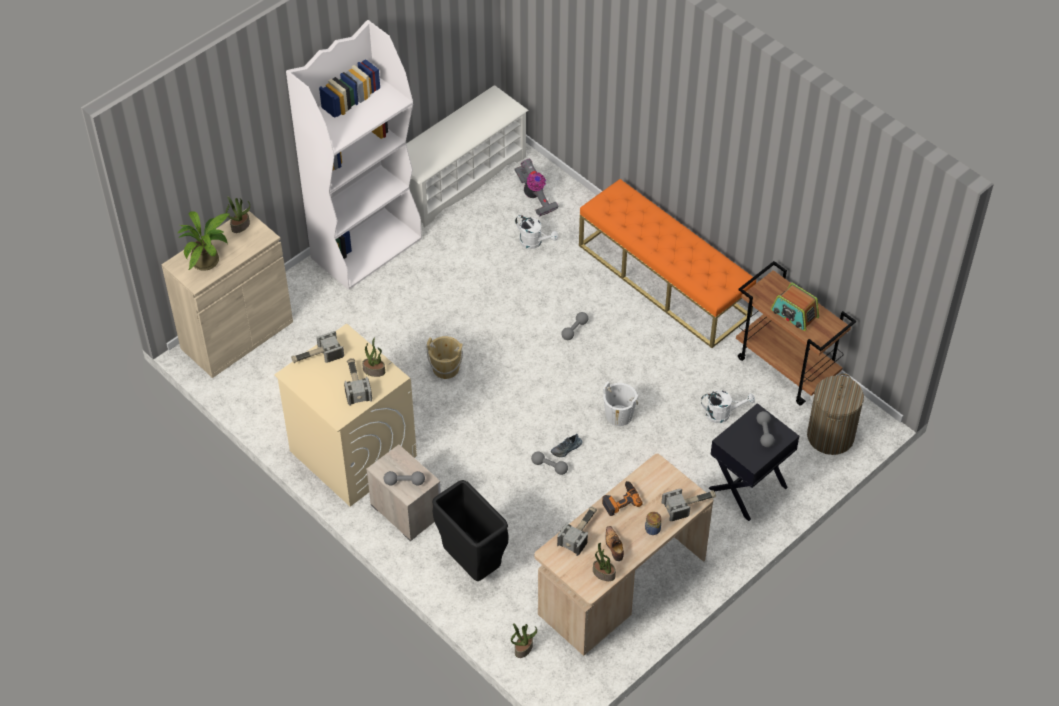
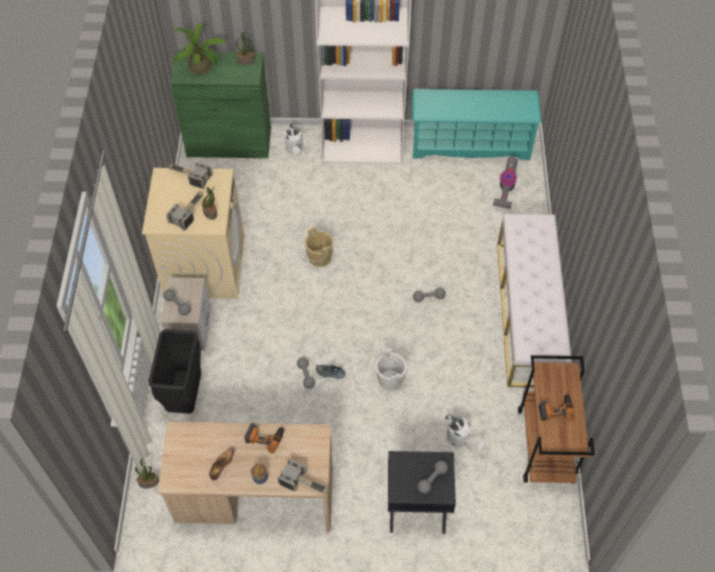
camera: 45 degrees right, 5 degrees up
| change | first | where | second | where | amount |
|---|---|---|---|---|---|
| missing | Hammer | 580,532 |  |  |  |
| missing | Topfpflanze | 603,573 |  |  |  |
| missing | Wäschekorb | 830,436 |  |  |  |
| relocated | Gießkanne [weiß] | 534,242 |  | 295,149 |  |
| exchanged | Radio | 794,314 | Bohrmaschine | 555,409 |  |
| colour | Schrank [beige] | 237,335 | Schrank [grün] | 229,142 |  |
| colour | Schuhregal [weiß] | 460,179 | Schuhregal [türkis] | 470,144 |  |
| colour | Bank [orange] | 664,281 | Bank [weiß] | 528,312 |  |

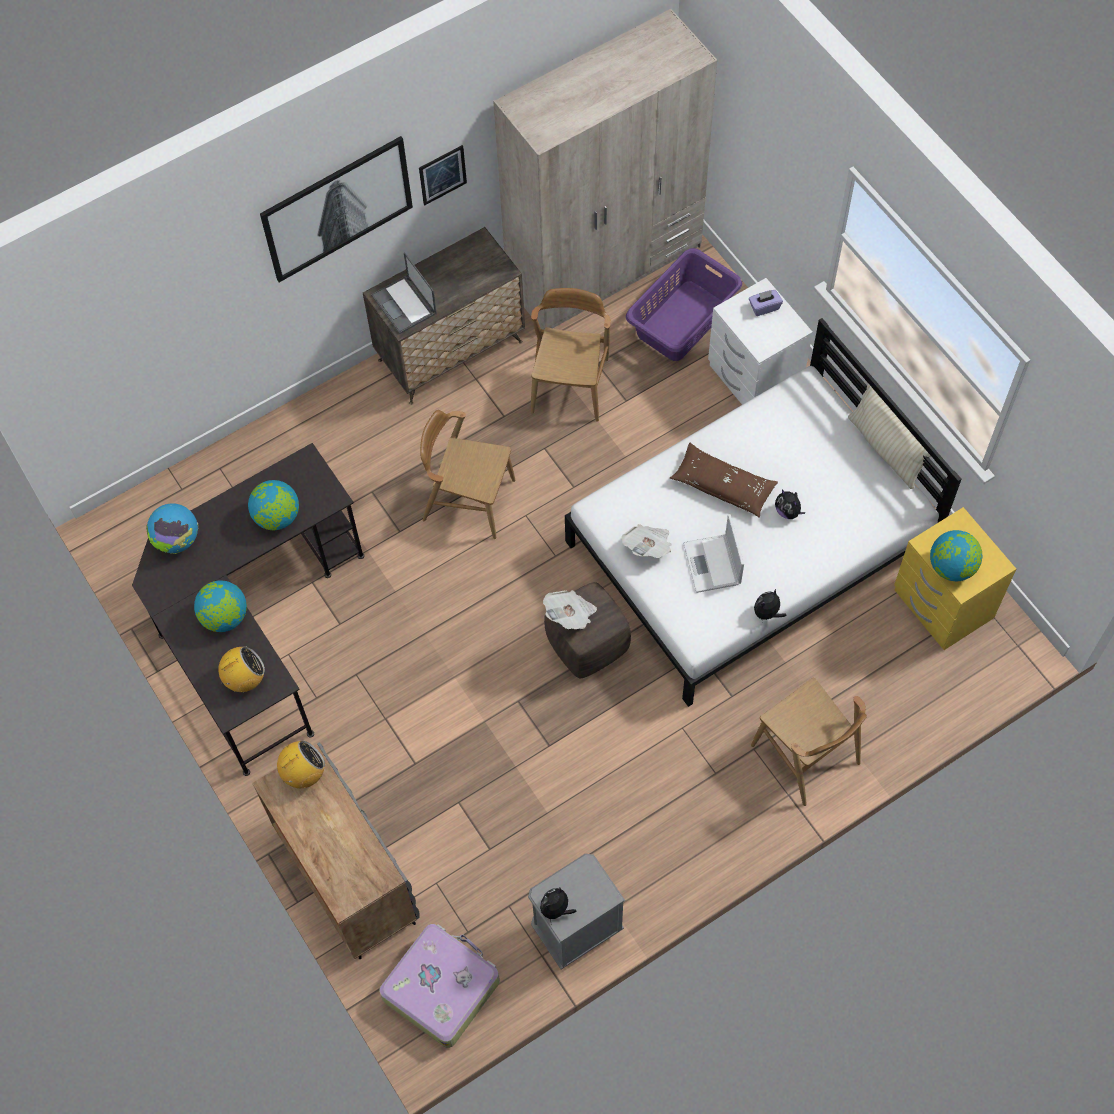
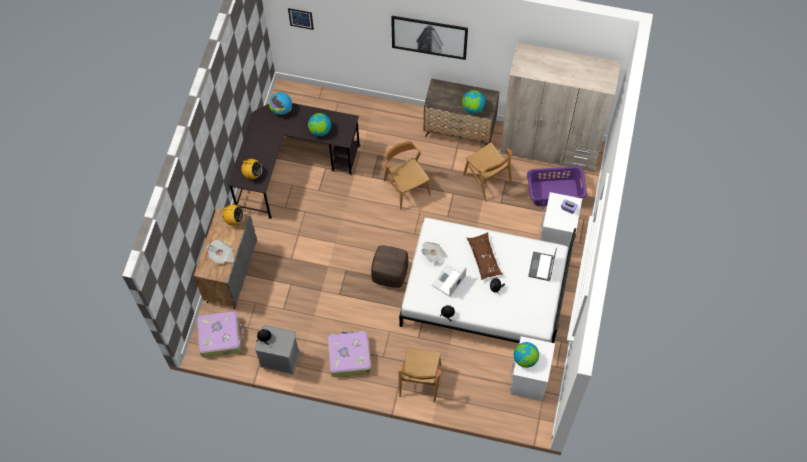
camera: 45 degrees right, 0 degrees up
| change | first | where | second | where | amount |
|---|---|---|---|---|---|
| missing | Kissen [beige] | 885,449 |  |  |  |
| appeared |  |  | Koffer | 349,356 |  |
| relocated | Globus | 224,617 |  | 473,108 |  |
| relocated | Laptop | 404,305 |  | 541,267 |  |
| relocated | Bild | 442,175 |  | 301,18 |  |
| relocated | Zeitung | 570,615 |  | 222,255 |  |
| colour | Nachttisch [gelb] | 942,605 | Nachttisch [weiß] | 528,378 |  |
| spun | Stuhl [braun] | 570,385 |  | 487,179 | 90 degrees clockwise |

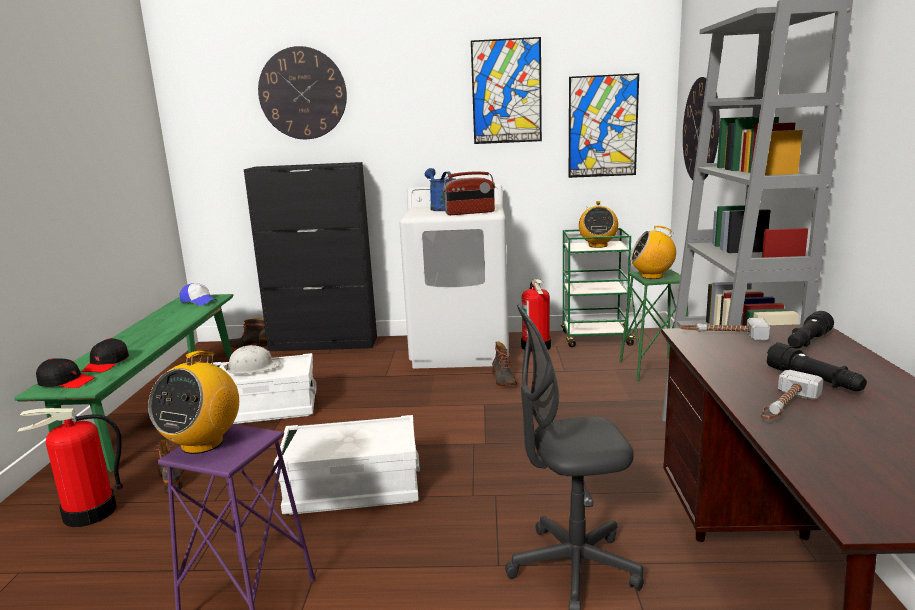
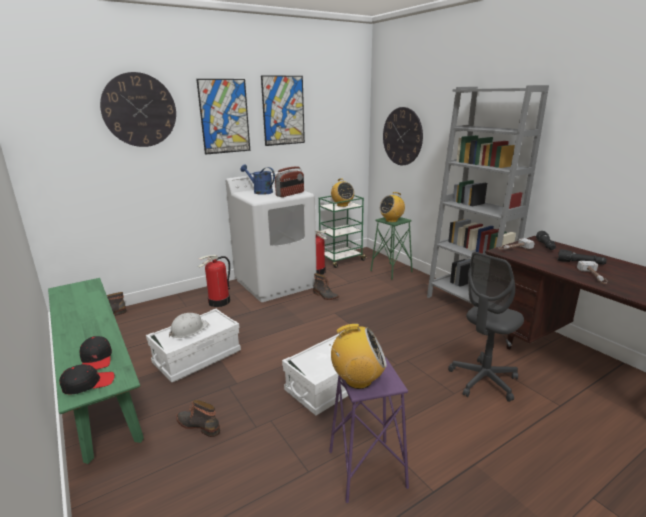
camera: 35 degrees left, 5 degrees up
| change | first | where | second | where | amount |
|---|---|---|---|---|---|
| missing | Kappe | 199,301 |  |  |  |
| missing | Schrank [schwarz] | 324,344 |  |  |  |
| relocated | Feuerlöscher | 89,513 |  | 219,302 |  |
| relocated | Bild | 602,126 |  | 224,116 |  |
| spun | Radio | 202,443 |  | 358,380 | 75 degrees counterclockwise |

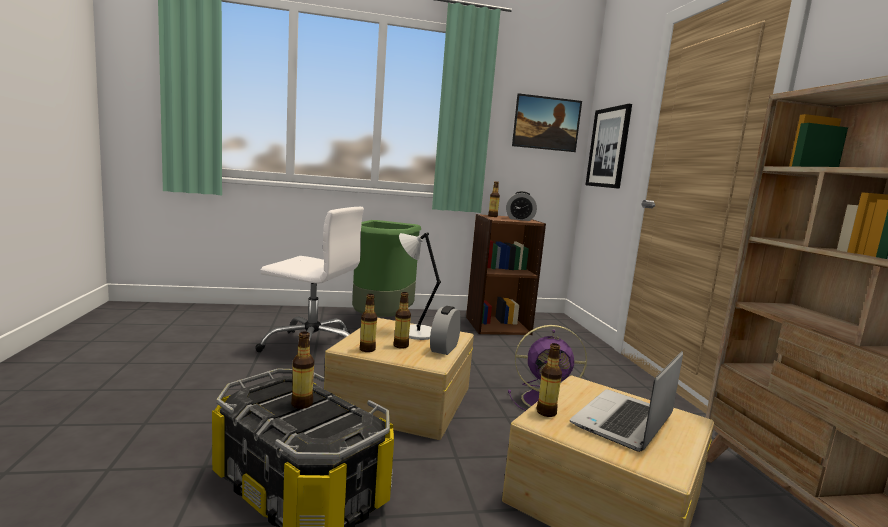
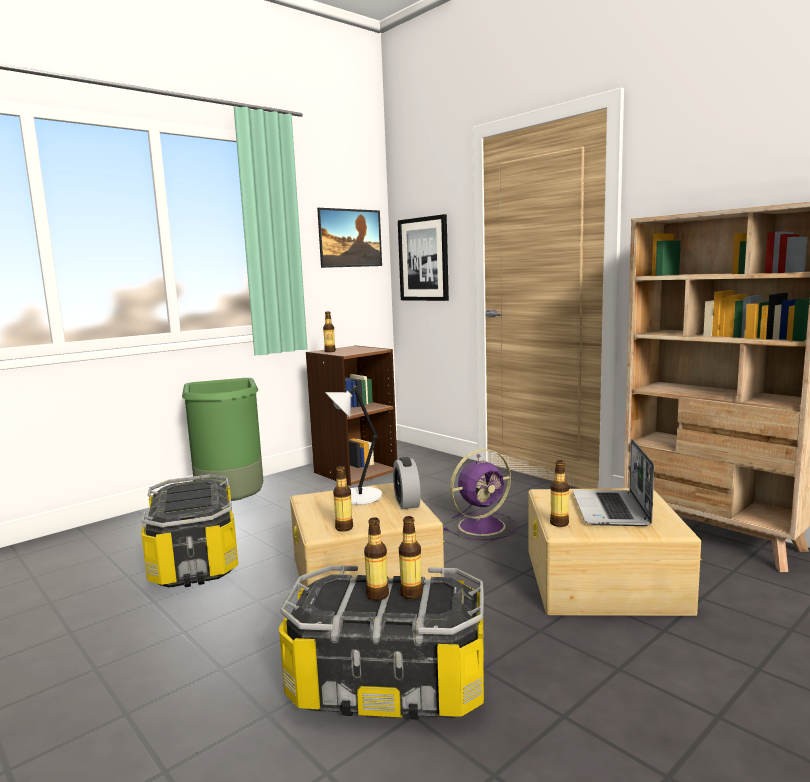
camera: 30 degrees left, 0 degrees up
| change | first | where | second | where | amount |
|---|---|---|---|---|---|
| missing | Wecker | 519,219 |  |  |  |
| relocated | Flasche | 401,346 |  | 411,594 |  |
| exchanged | Bürostuhl [weiß] | 312,347 | Aufbewahrungsbox | 196,559 |  |

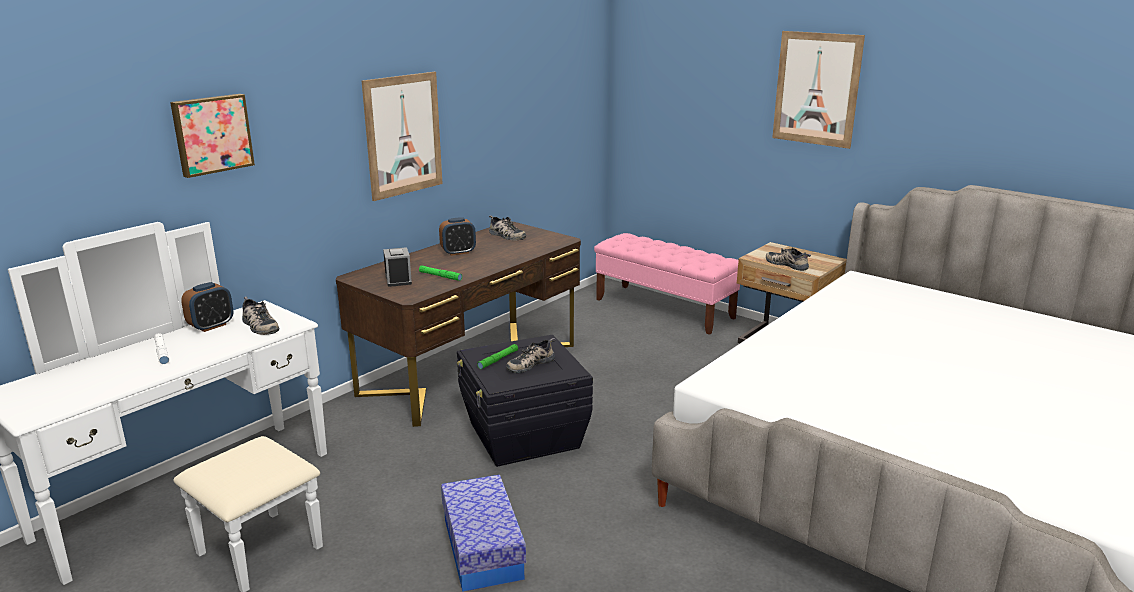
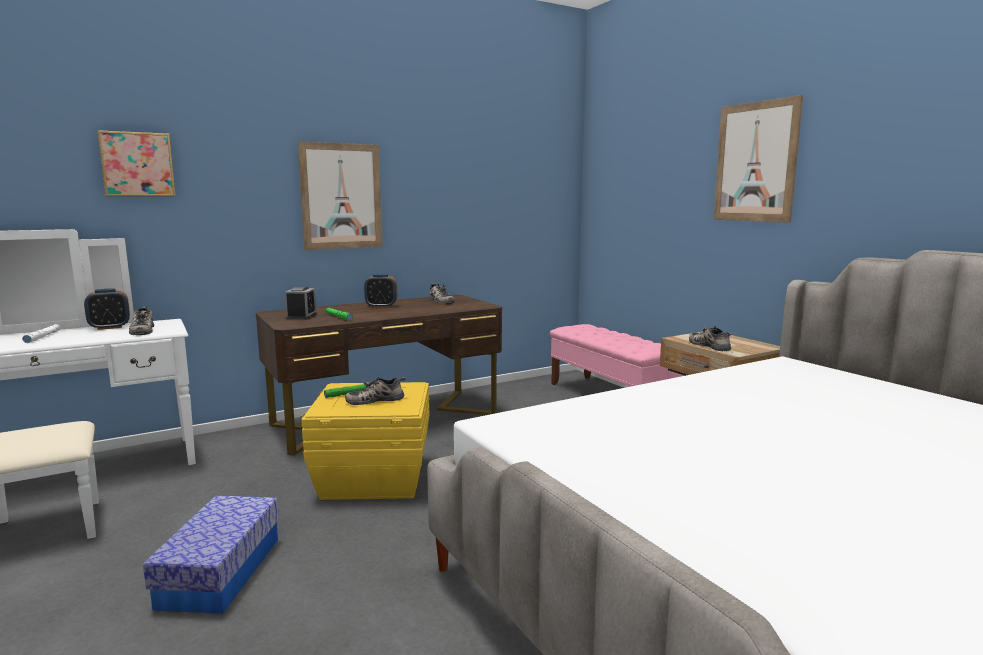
camera: 20 degrees right, 10 degrees down
| change | first | where | second | where | amount |
|---|---|---|---|---|---|
| colour | Aufbewahrungsbox [schwarz] | 523,436 | Aufbewahrungsbox [gelb] | 372,478 |  |

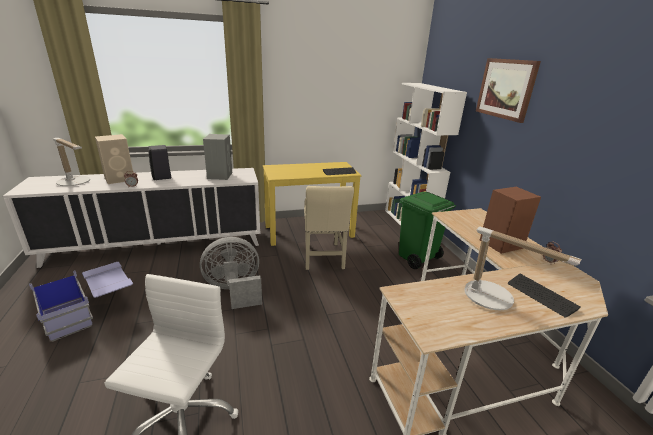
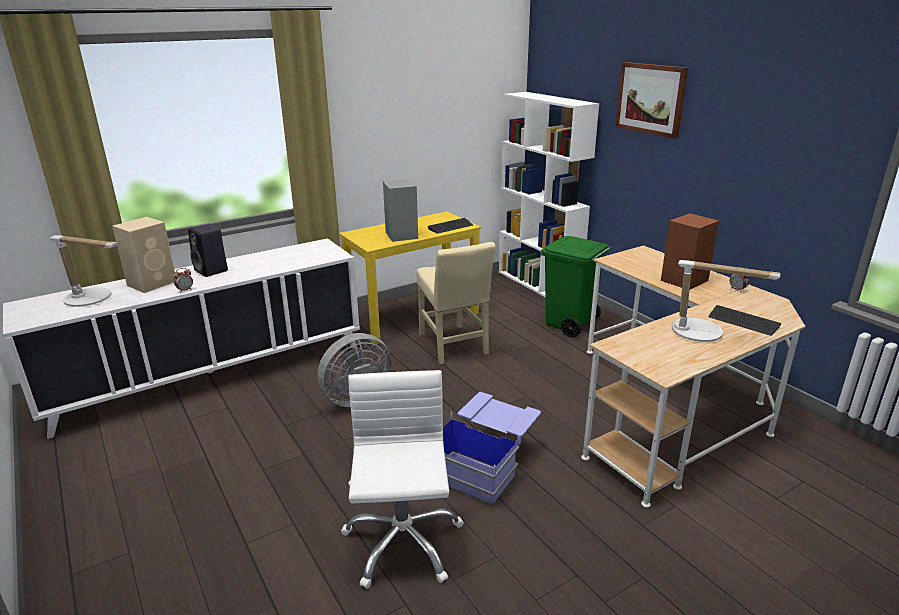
camera: 15 degrees left, 0 degrees up
| change | first | where | second | where | amount |
|---|---|---|---|---|---|
| relocated | Aufbewahrungsbox [blau] | 90,311 |  | 485,463 |  |
| relocated | Lautsprecher [grau] | 220,175 |  | 401,235 |  |

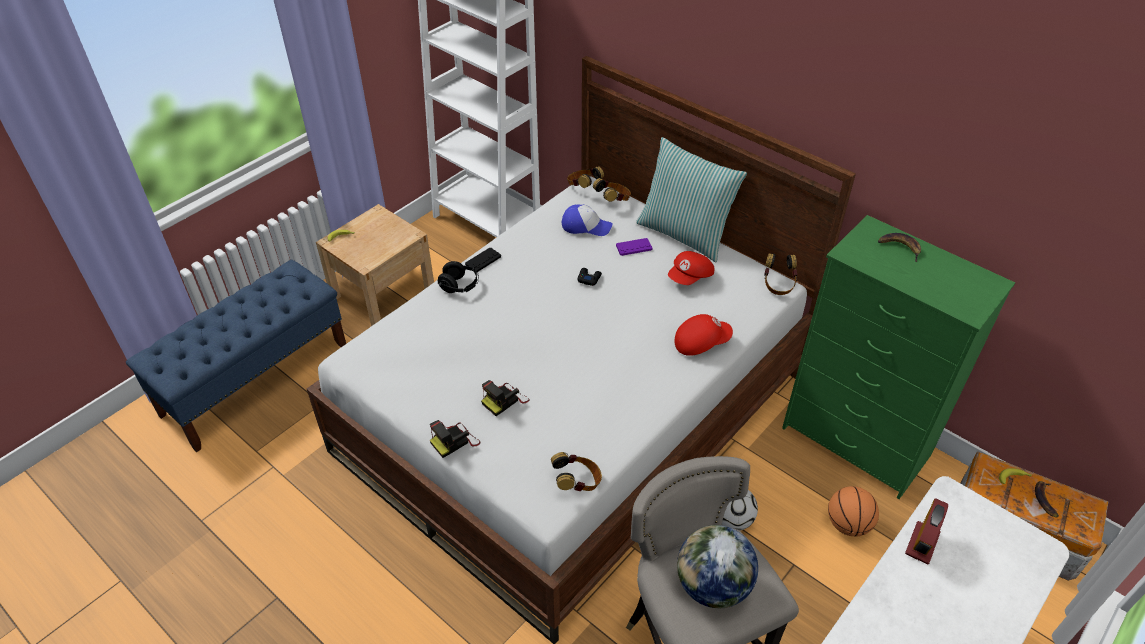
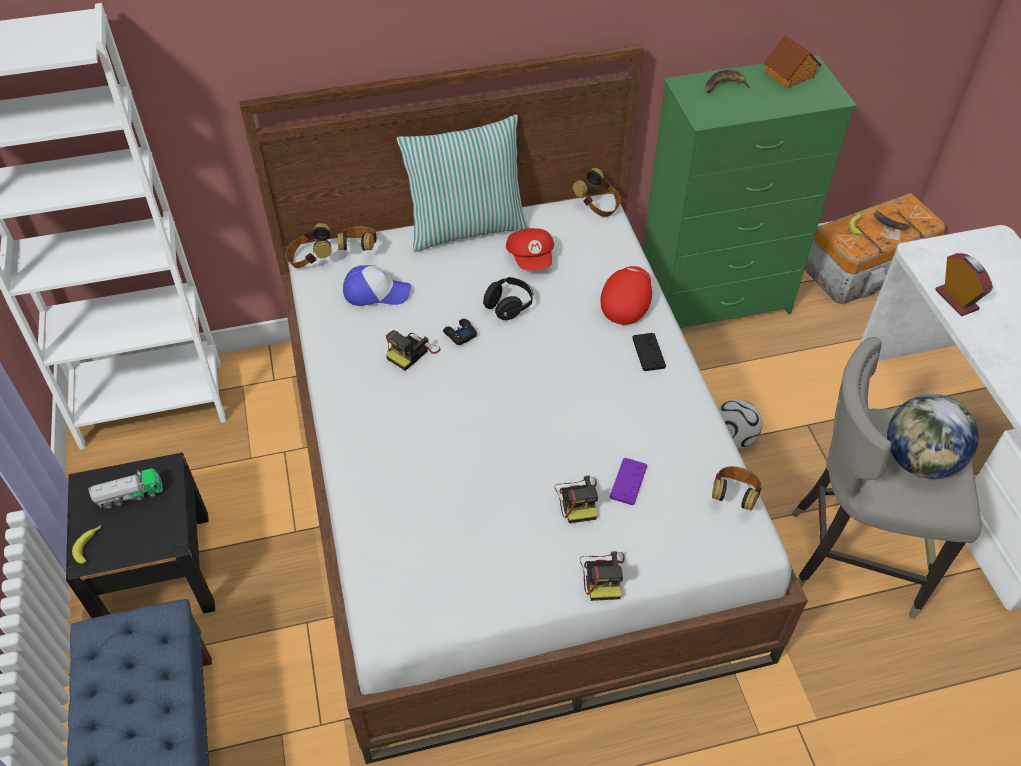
camera: 55 degrees left, 5 degrees up
| change | first | where | second | where | amount |
|---|---|---|---|---|---|
| missing | Basketball | 847,524 |  |  |  |
| appeared |  |  | Spielzeuglaster | 129,495 |  |
| appeared |  |  | Kamera | 412,352 |  |
| appeared |  |  | Spielzeughaus | 789,75 |  |
| relocated | Kopfhörer [schwarz] | 459,286 |  | 508,306 |  |
| relocated | Gamepad [schwarz] | 483,260 |  | 648,352 |  |
| relocated | Gamepad [lila] | 634,247 |  | 628,482 |  |
| colour | Nachttisch [beige] | 383,293 | Nachttisch [schwarz] | 157,571 |  |
| spun | Kappe | 586,226 |  | 376,292 | 45 degrees clockwise |

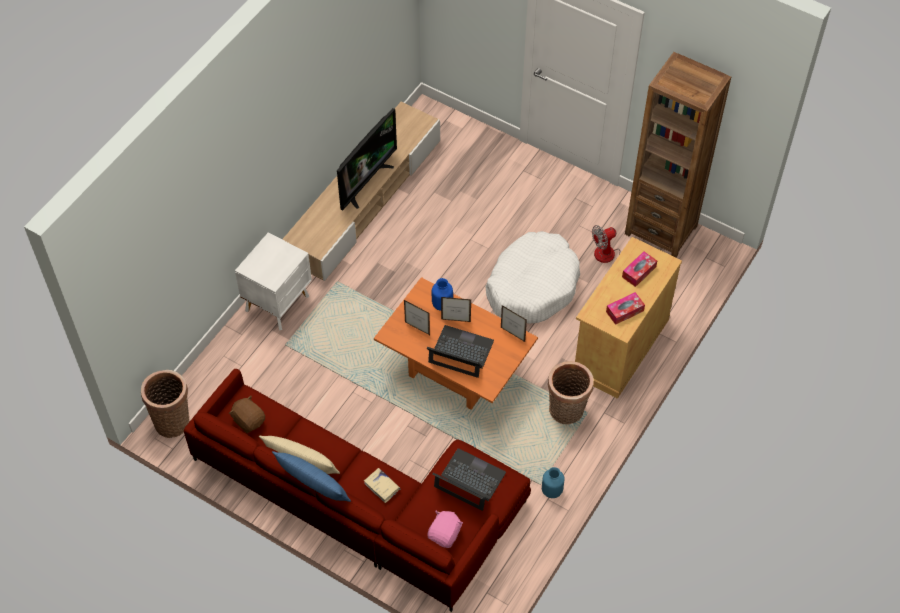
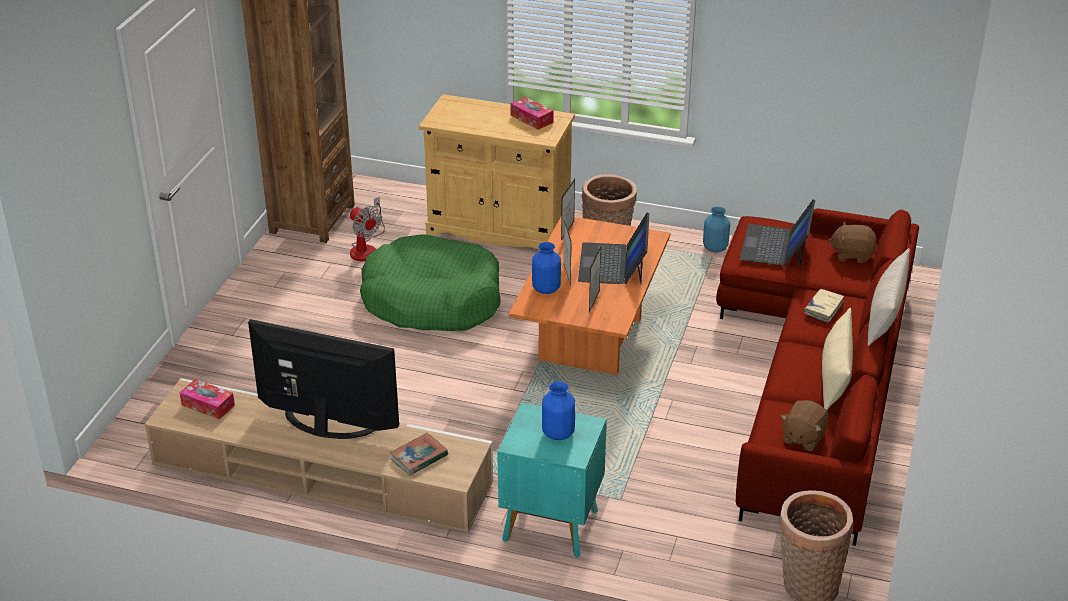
camera: 105 degrees left, 20 degrees down
| change | first | where | second | where | amount |
|---|---|---|---|---|---|
| appeared |  |  | Buch | 419,457 |  |
| appeared |  |  | Vase [blau] | 558,433 |  |
| relocated | Taschentuchbox | 639,272 |  | 208,405 |  |
| colour | Nachttisch [weiß] | 278,303 | Nachttisch [türkis] | 549,523 |  |
| colour | Kissen [blau] | 313,485 | Kissen [beige] | 885,316 |  |
| colour | Plüschtier [rosa] | 445,535 | Plüschtier [braun] | 852,254 |  |
| colour | Hundebett [weiß] | 532,286 | Hundebett [grün] | 432,300 |  |

